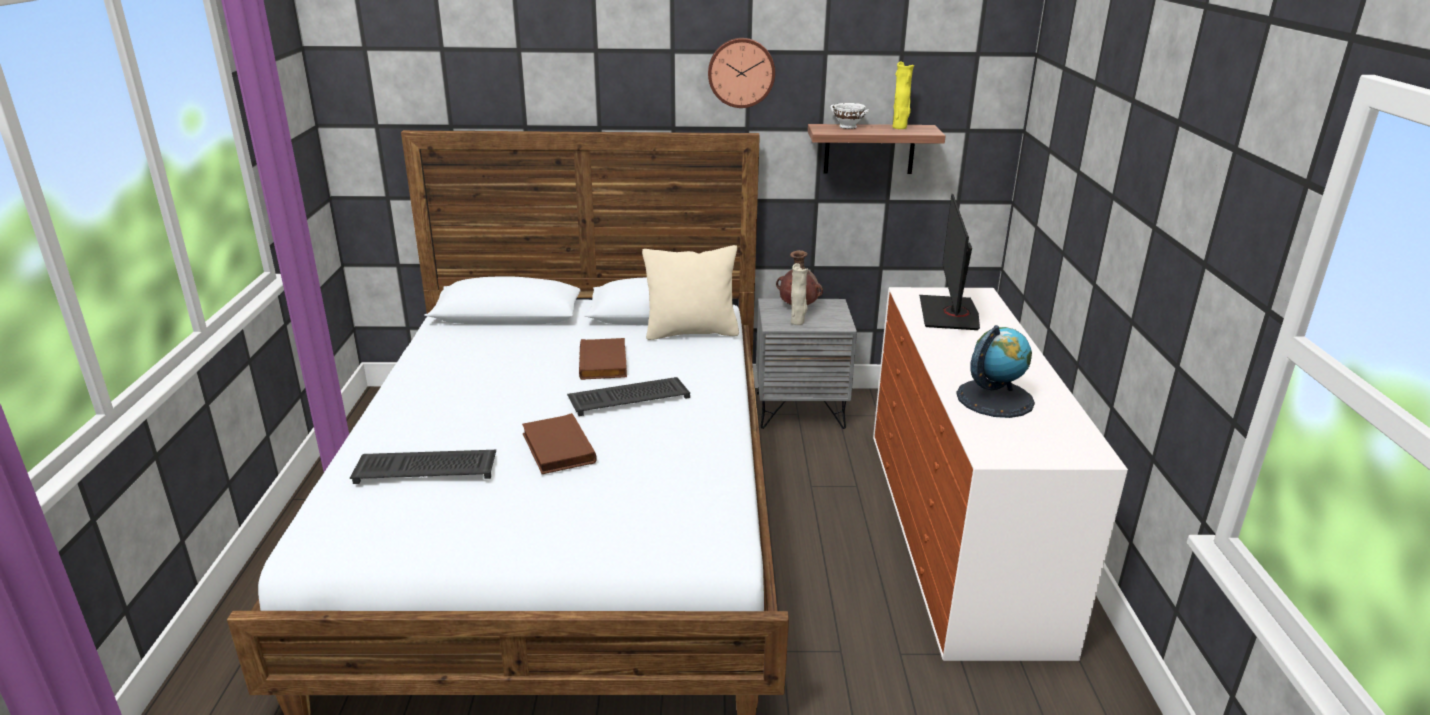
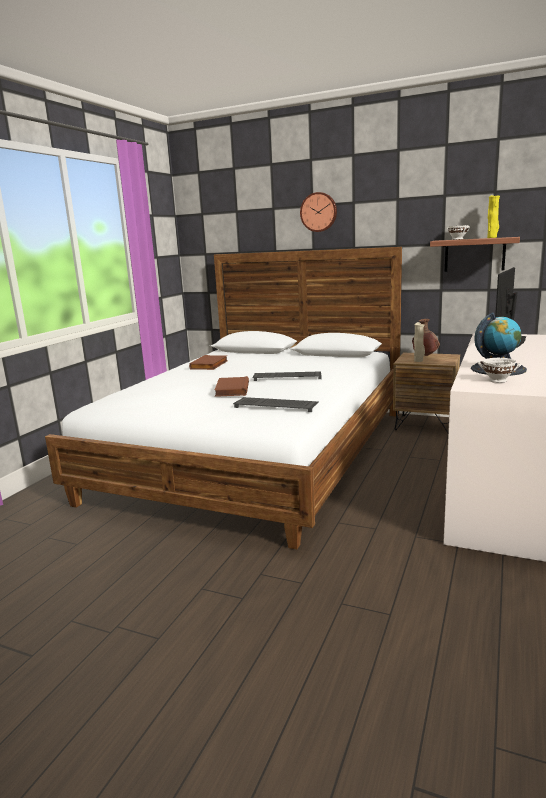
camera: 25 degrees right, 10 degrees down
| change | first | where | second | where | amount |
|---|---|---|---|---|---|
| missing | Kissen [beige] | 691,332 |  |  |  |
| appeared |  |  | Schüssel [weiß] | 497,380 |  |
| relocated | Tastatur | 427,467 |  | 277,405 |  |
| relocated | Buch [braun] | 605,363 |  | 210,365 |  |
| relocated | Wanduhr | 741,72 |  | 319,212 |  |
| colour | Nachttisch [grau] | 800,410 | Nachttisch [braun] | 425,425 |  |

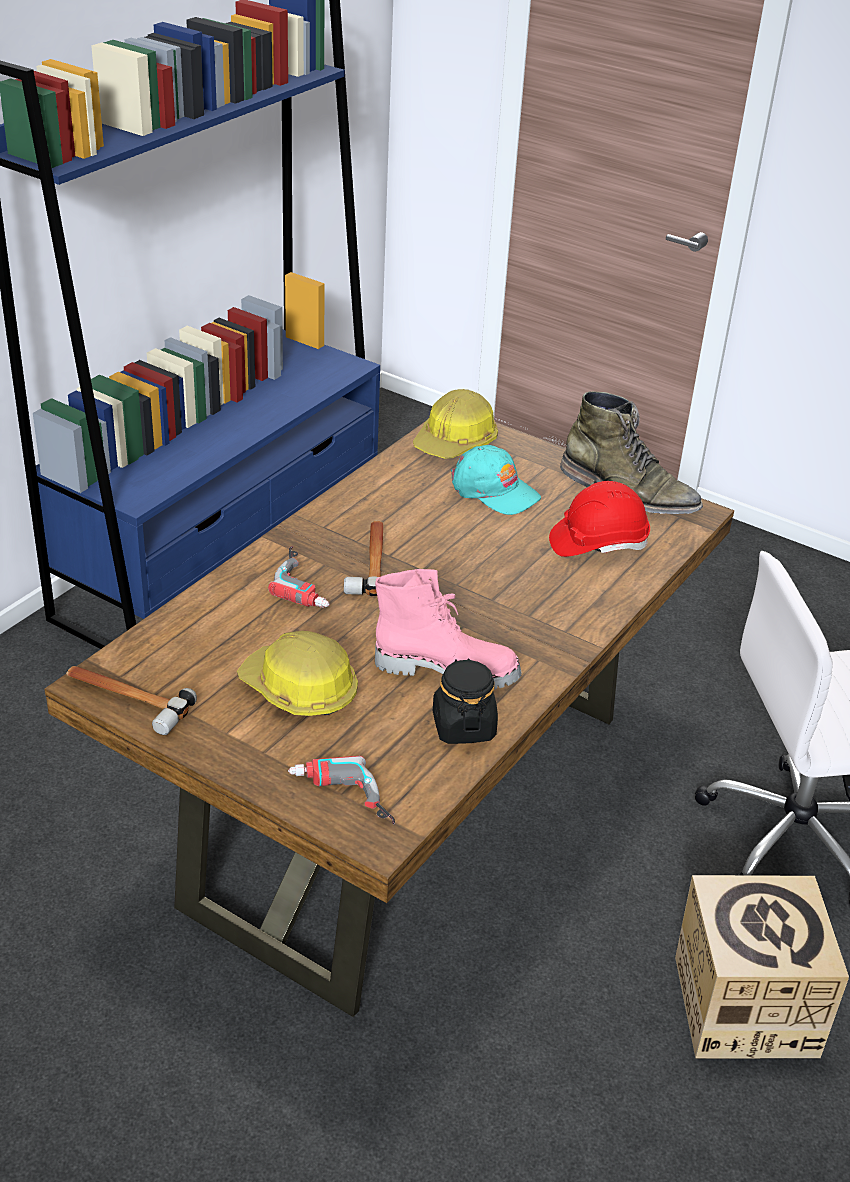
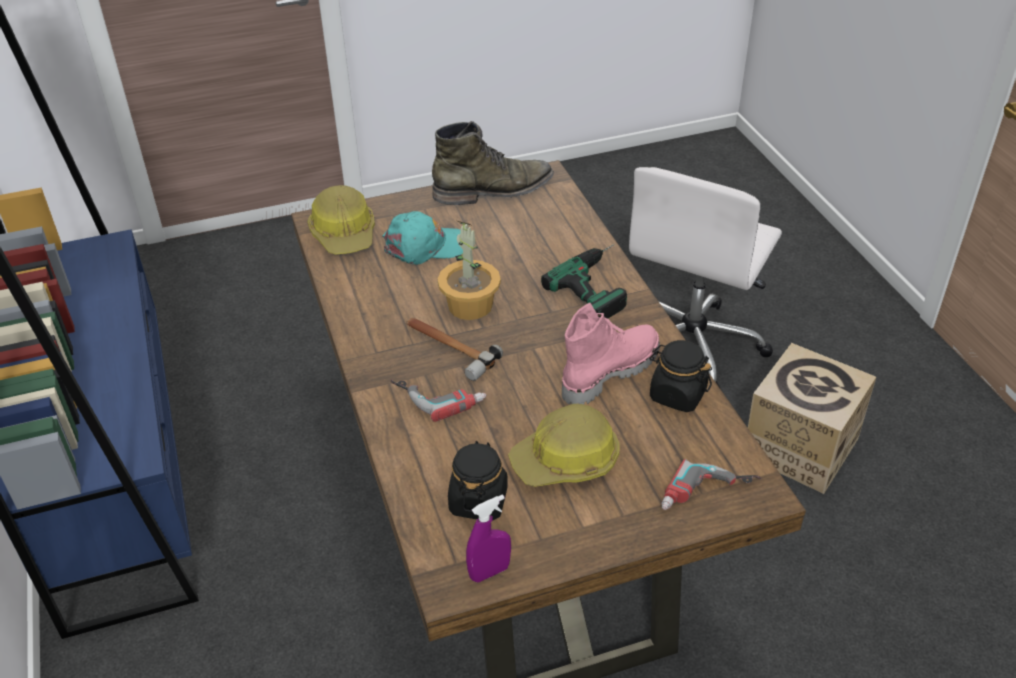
camera: 50 degrees left, 5 degrees up
| change | first | where | second | where | amount |
|---|---|---|---|---|---|
| missing | Schutzhelm [rot] | 598,543 |  |  |  |
| appeared |  |  | Topfpflanze | 470,306 |  |
| appeared |  |  | Vorratsglas [schwarz] | 478,500 |  |
| appeared |  |  | Bohrmaschine | 601,285 |  |
| exchanged | Hammer | 125,699 | Sprühflasche [lila] | 489,572 |  |

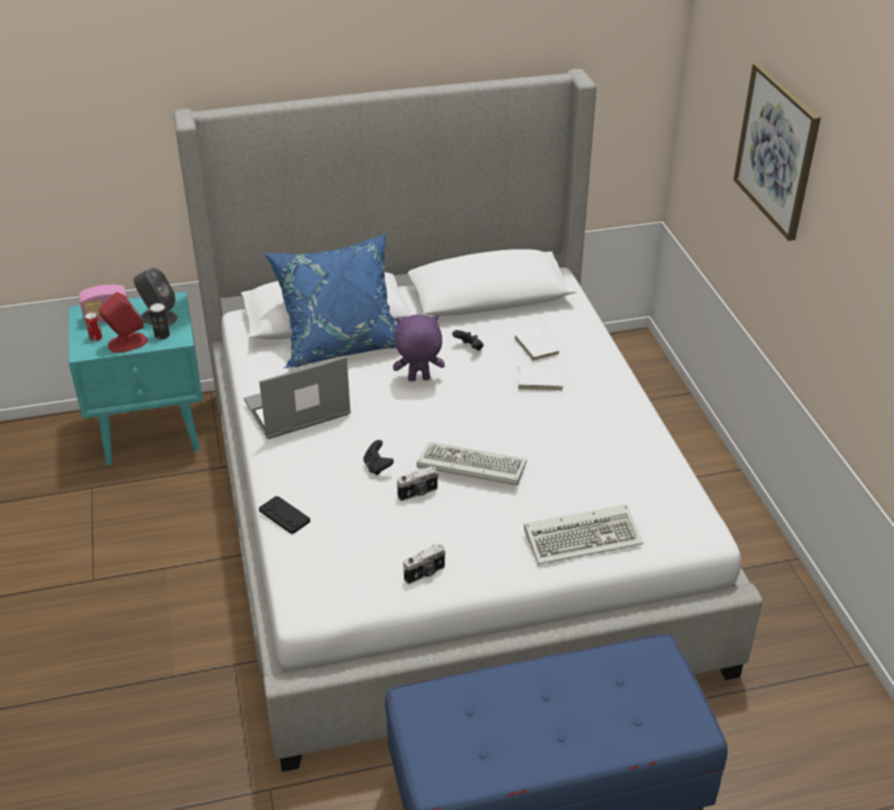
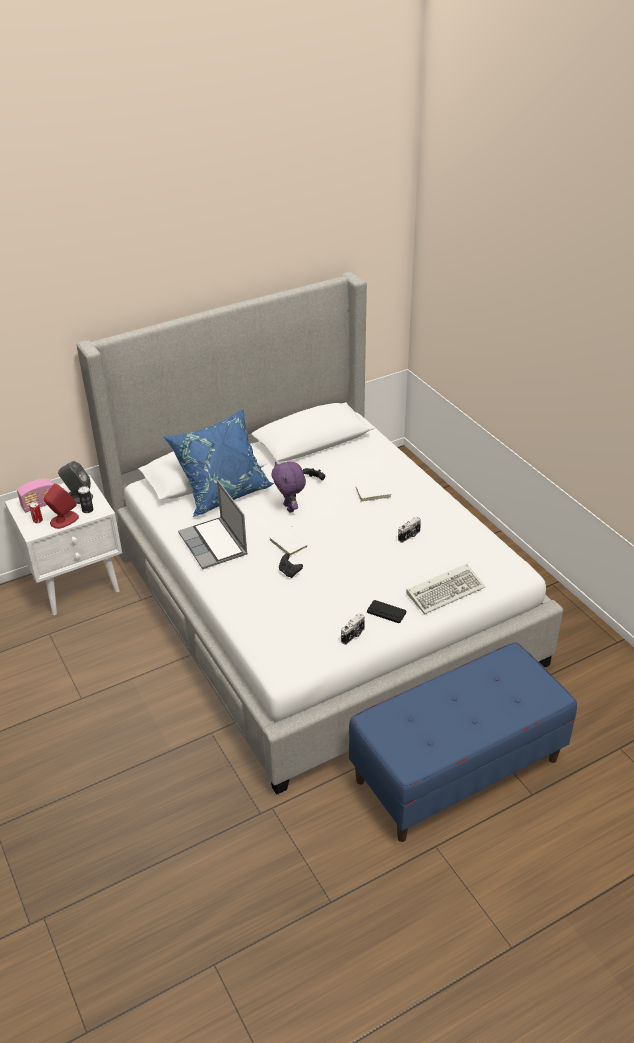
camera: 15 degrees left, 0 degrees up
| change | first | where | second | where | amount |
|---|---|---|---|---|---|
| missing | Tastatur | 468,467 |  |  |  |
| missing | Bild | 777,150 |  |  |  |
| relocated | Gamepad [schwarz] | 284,516 |  | 386,612 |  |
| relocated | Kamera | 418,493 |  | 410,536 |  |
| relocated | Buch [weiß] | 538,346 |  | 289,543 |  |
| colour | Nachttisch [türkis] | 153,431 | Nachttisch [weiß] | 78,584 |  |
| spun | Laptop | 296,410 |  | 214,544 | 75 degrees counterclockwise |
| spun | Plüschtier [lila] | 418,380 |  | 290,508 | 90 degrees counterclockwise |

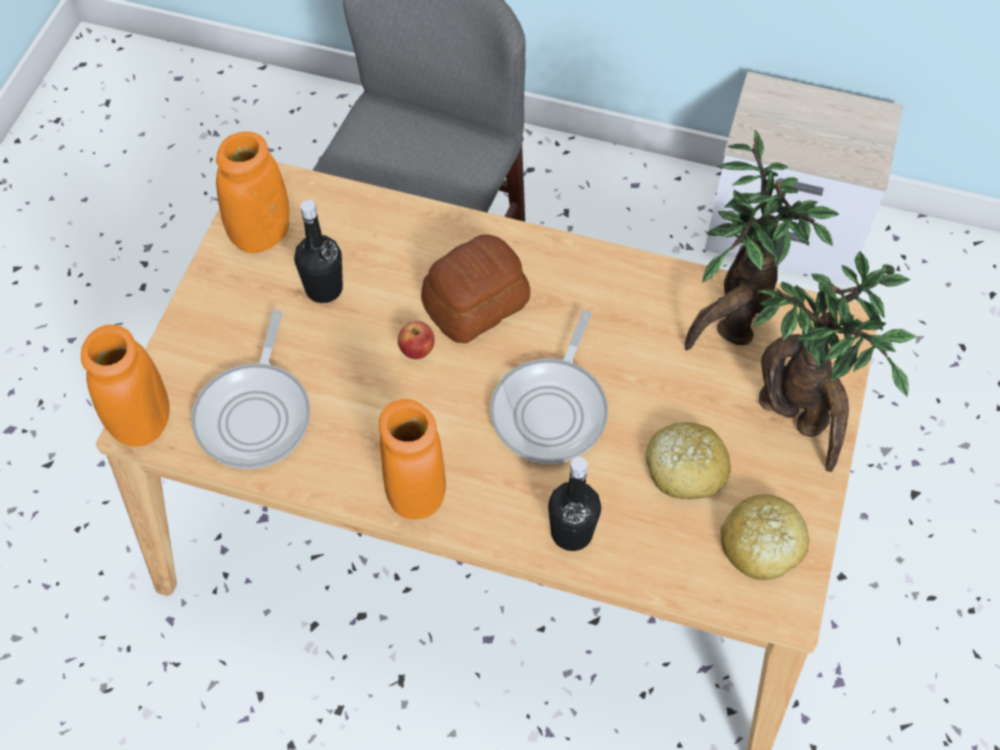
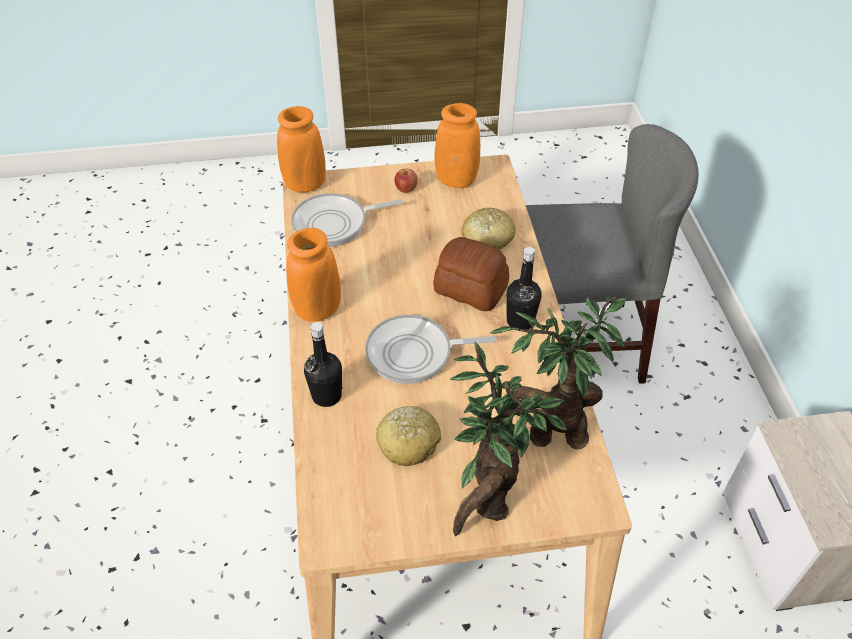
camera: 65 degrees right, 10 degrees down
| change | first | where | second | where | amount |
|---|---|---|---|---|---|
| relocated | Flasche [schwarz] | 324,289 |  | 520,321 |  |
| relocated | Apfel | 417,350 |  | 406,189 |  |
| relocated | Brot | 761,544 |  | 487,238 |  |

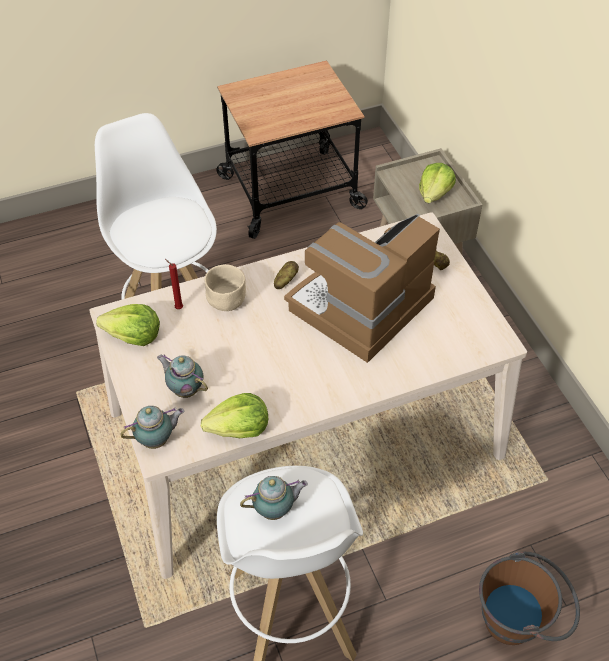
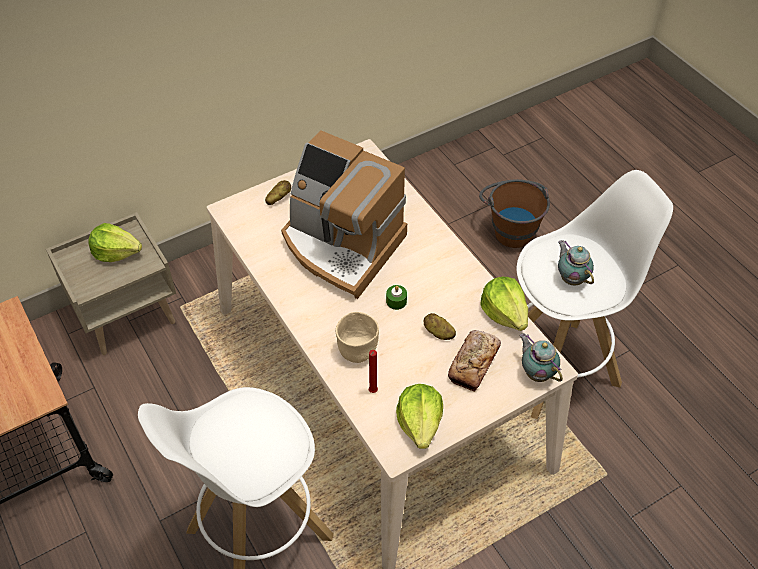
camera: 100 degrees left, 0 degrees up
| change | first | where | second | where | amount |
|---|---|---|---|---|---|
| appeared |  |  | Kerze [grün] | 396,301 |  |
| relocated | Kartoffel | 285,281 |  | 438,333 |  |
| exchanged | Teekanne | 185,389 | Brot | 473,363 |  |

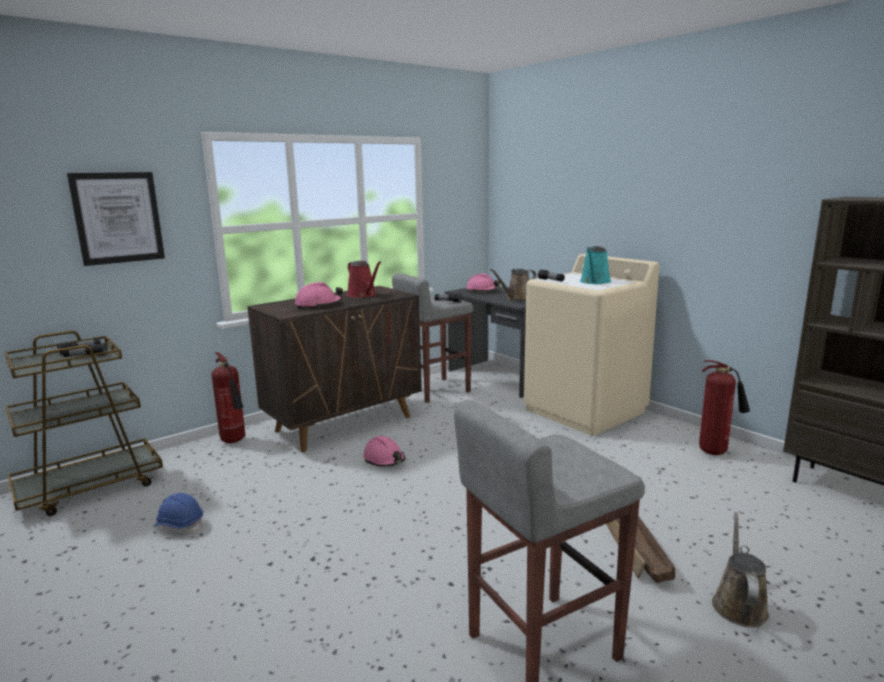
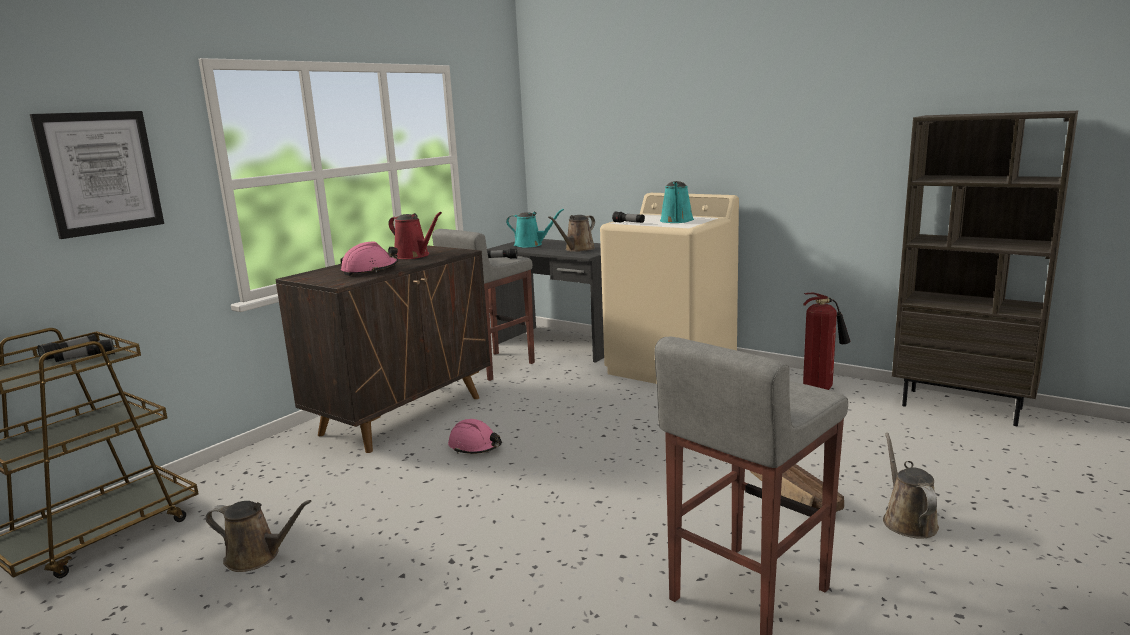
camera: 15 degrees left, 0 degrees up
| change | first | where | second | where | amount |
|---|---|---|---|---|---|
| missing | Feuerlöscher | 235,441 |  |  |  |
| exchanged | Schutzhelm [blau] | 179,525 | Gießkanne [braun] | 257,556 |  |
| exchanged | Schutzhelm [rosa] | 482,291 | Gießkanne [türkis] | 531,245 |  |

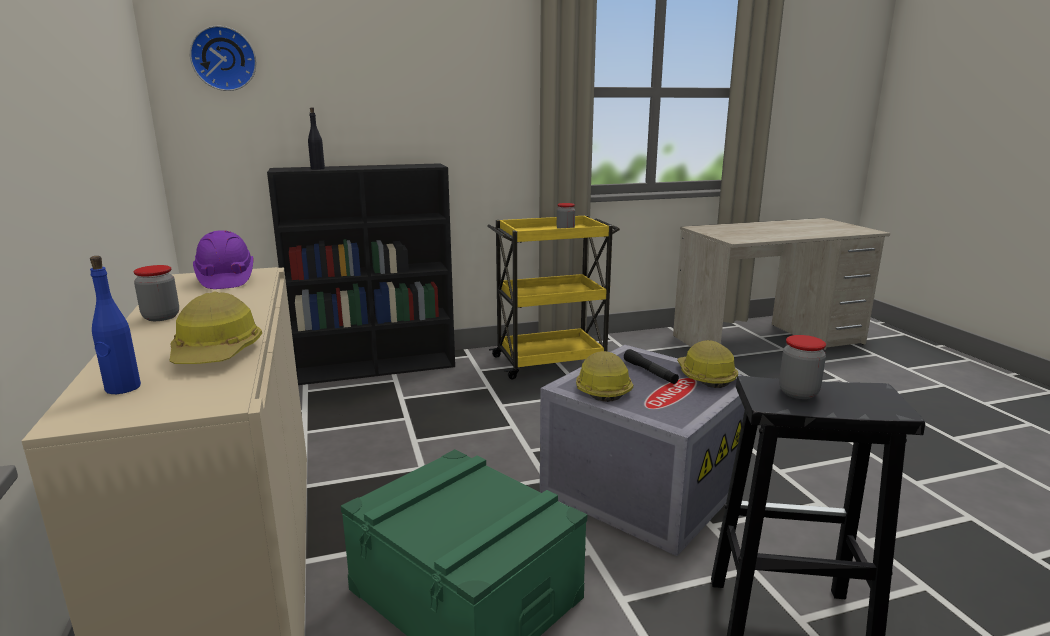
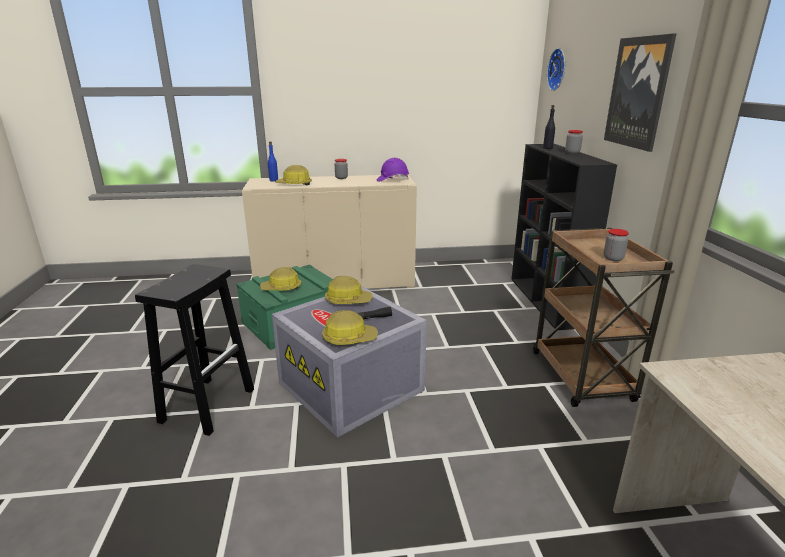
camera: 100 degrees right, 5 degrees up
| change | first | where | second | where | amount |
|---|---|---|---|---|---|
| appeared |  |  | Schutzhelm | 281,288 |  |
| appeared |  |  | Bild | 638,93 |  |
| relocated | Vorratsglas | 798,393 |  | 572,152 |  |
| colour | Rollwagen [gelb] | 551,361 | Rollwagen [braun] | 582,377 |  |

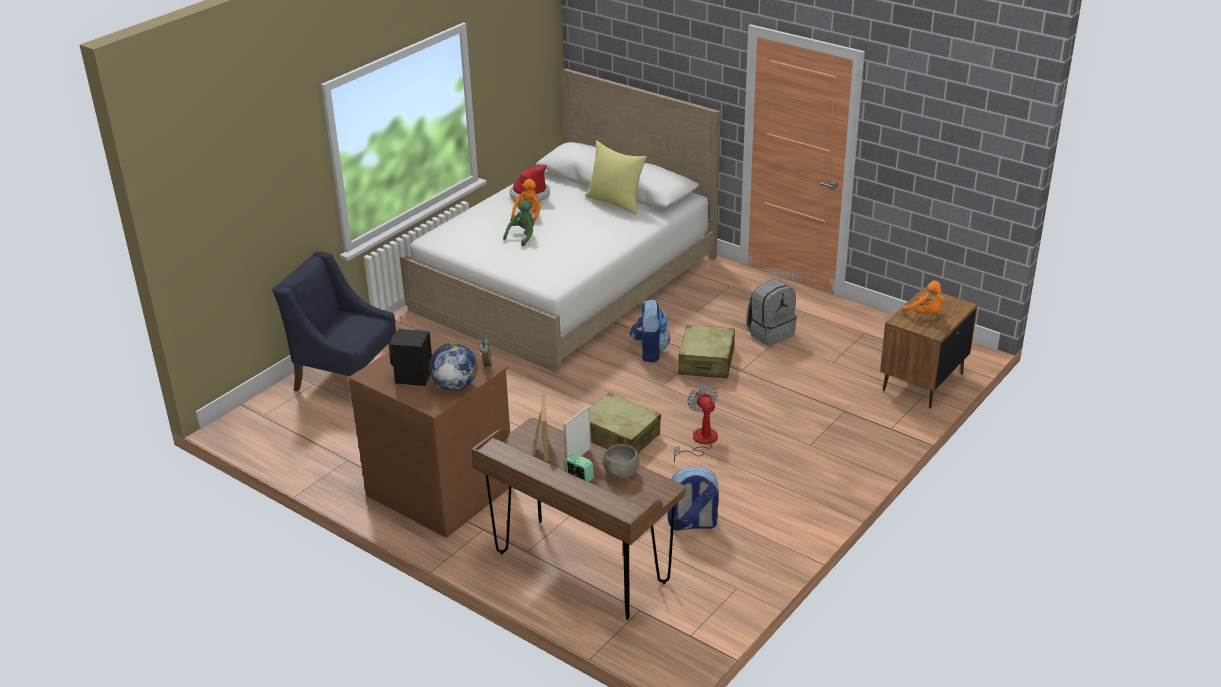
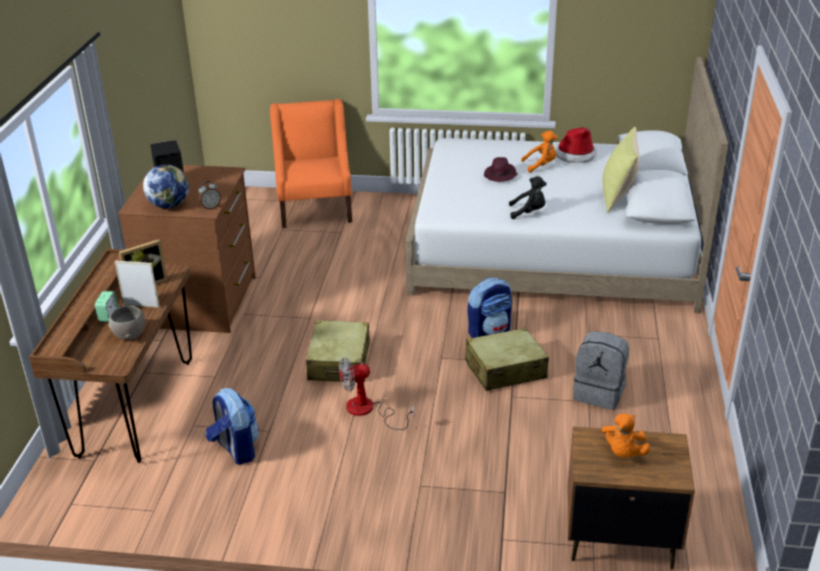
camera: 60 degrees right, 0 degrees up
| change | first | where | second | where | amount |
|---|---|---|---|---|---|
| appeared |  |  | Plüschtier [schwarz] | 528,212 |  |
| exchanged | Plüschtier [grün] | 522,236 | Hut [lila] | 500,175 |  |
| colour | Sessel [blau] | 345,376 | Sessel [orange] | 315,209 |  |
| spun | Ventilator | 700,441 |  | 368,410 | 150 degrees counterclockwise |

